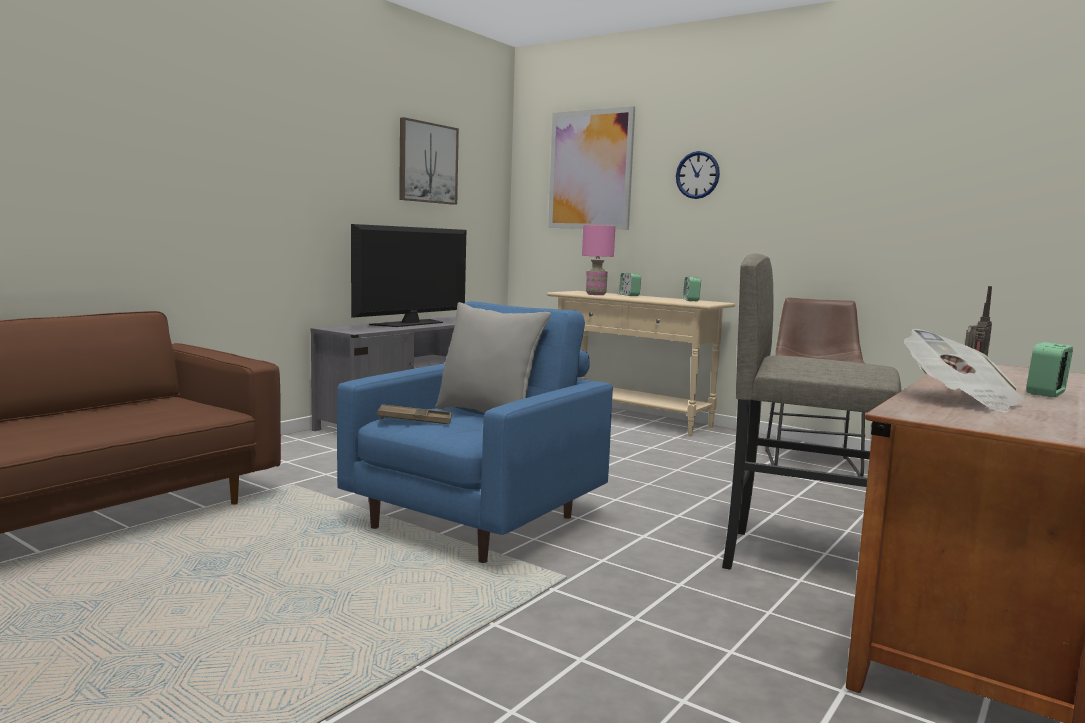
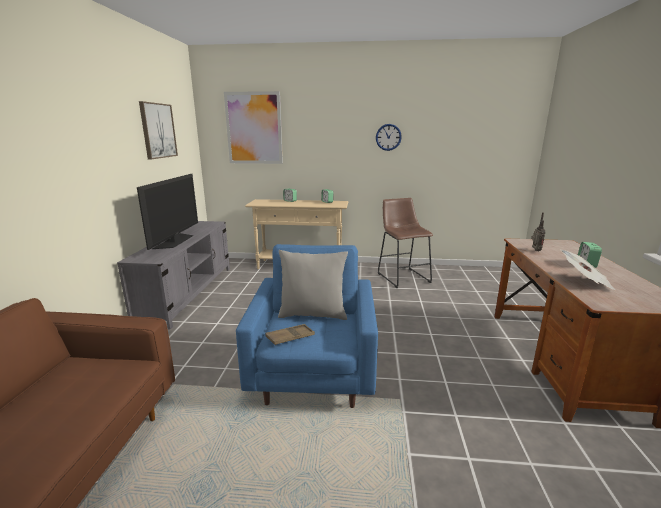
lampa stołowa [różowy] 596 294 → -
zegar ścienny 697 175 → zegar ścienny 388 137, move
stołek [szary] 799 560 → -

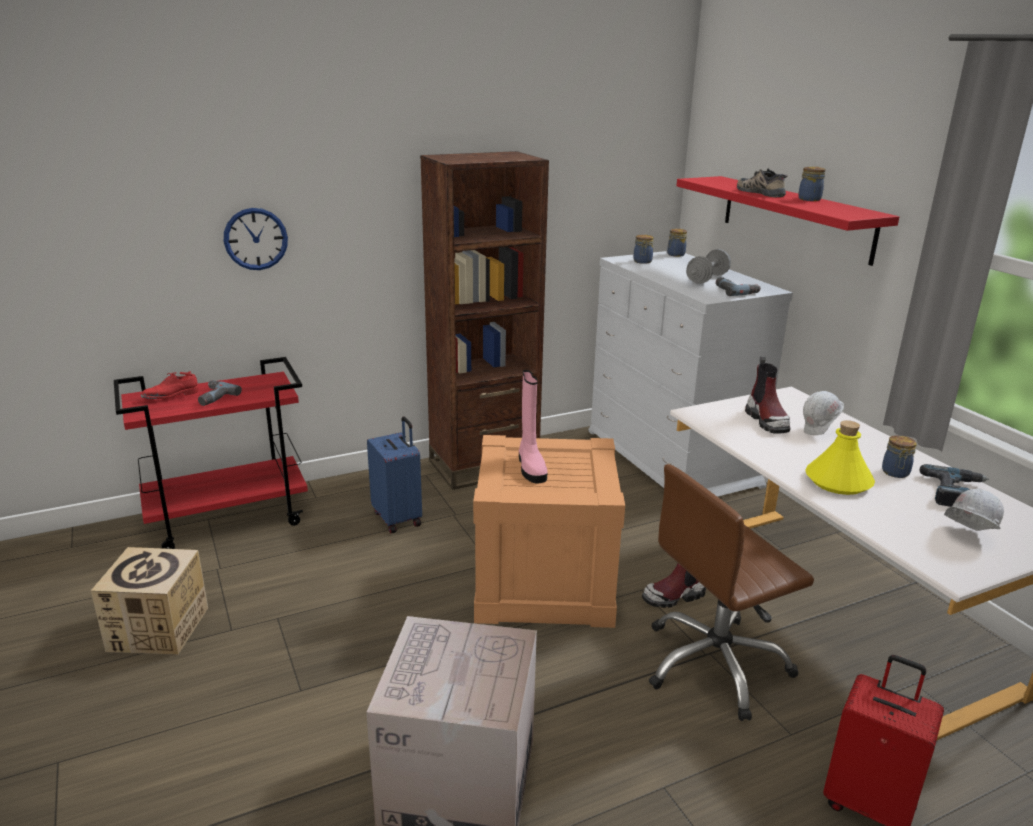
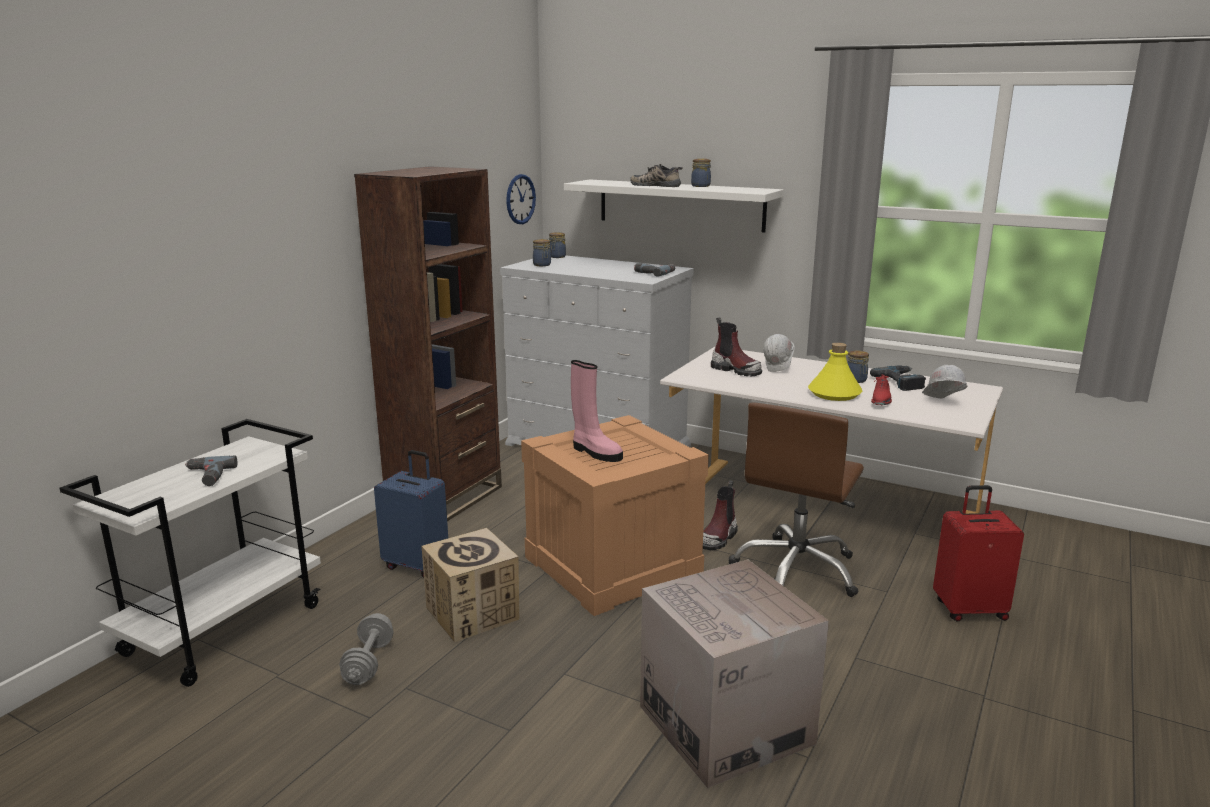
karton 158 629 → karton 473 613, move
wózek [czerwony] 229 518 → wózek [biały] 224 628
but [czerwony] 171 396 → but [czerwony] 881 401, move
zegar ścienny 255 239 → zegar ścienny 520 199, move
półka [czerwony] 795 218 → półka [biały] 680 205
hantel [szary] 707 279 → hantel [szary] 368 663, move

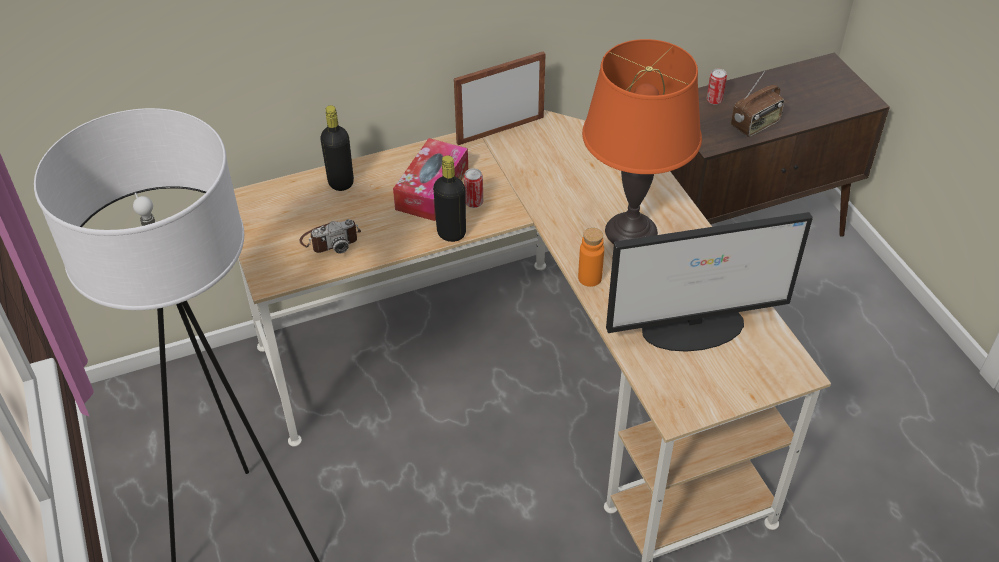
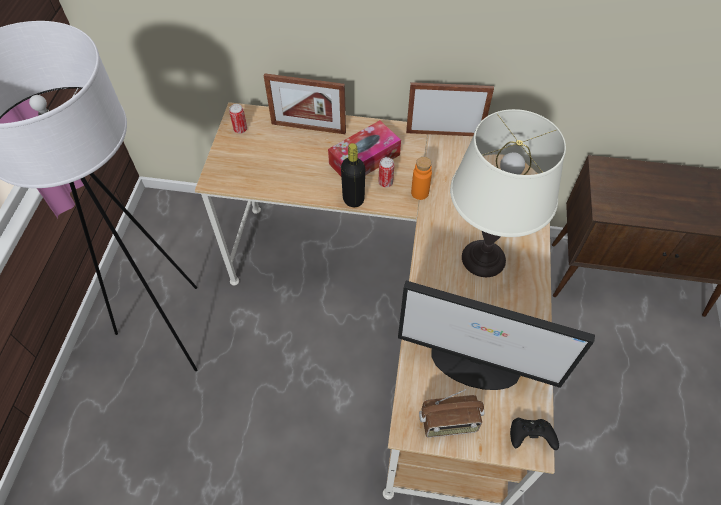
aparat fotograficzny 331 240 → -
butelka [czarny] 341 182 → ramka na zdjęcie 308 128
butelka [pomarańczowy] 589 278 → butelka [pomarańczowy] 420 193, move
lampa stołowa [pomarańczowy] 630 231 → lampa stołowa [biały] 483 258
puszka 714 100 → puszka 240 129, move
radio 755 125 → radio 449 423, move
- → pad do gier [czarny] 529 437

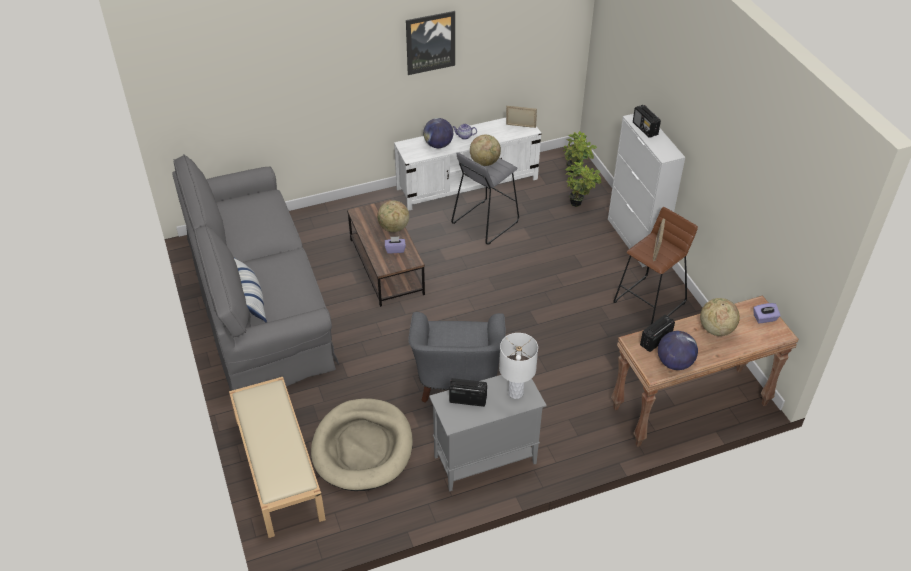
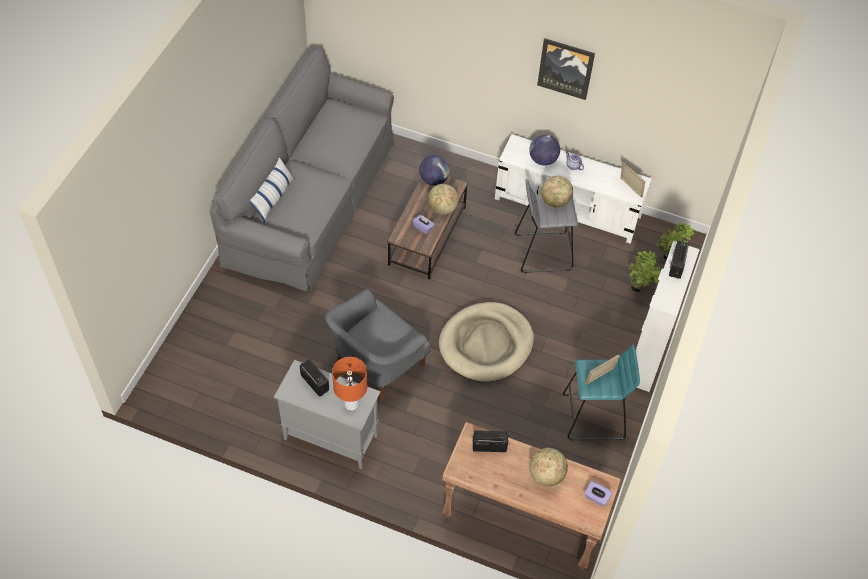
ławka [beżowy] 278 467 → -
legowisko [beżowy] 362 447 → legowisko [beżowy] 486 344, move
lampa stołowa [biały] 515 393 → lampa stołowa [pomarańczowy] 351 404
stołek [brązowy] 650 302 → stołek [turkusowy] 594 417
globus 674 363 → globus 434 180, move

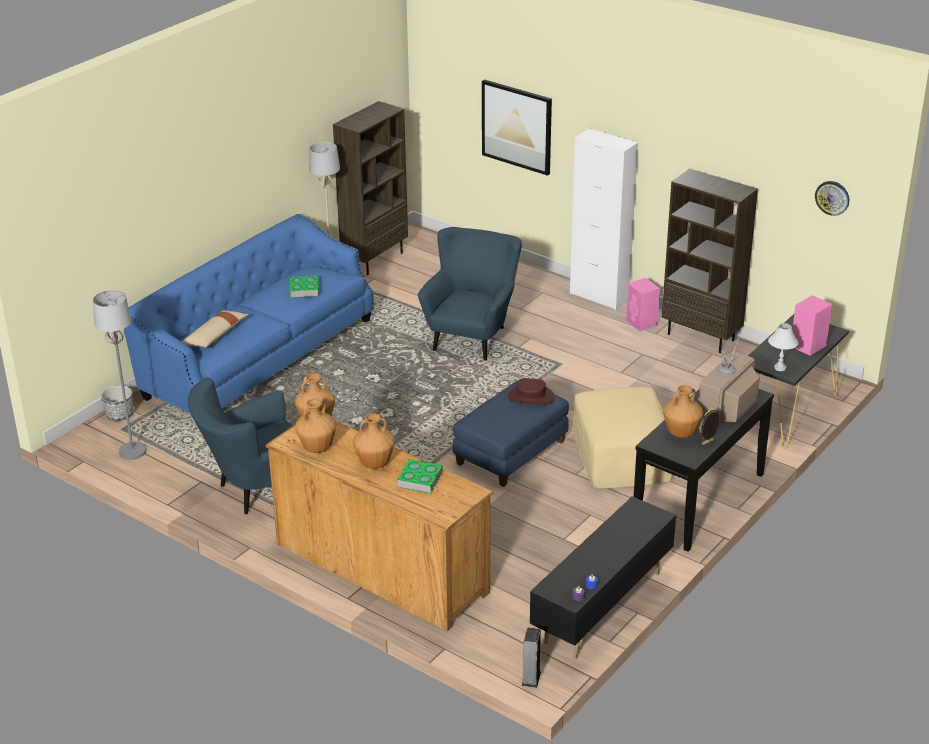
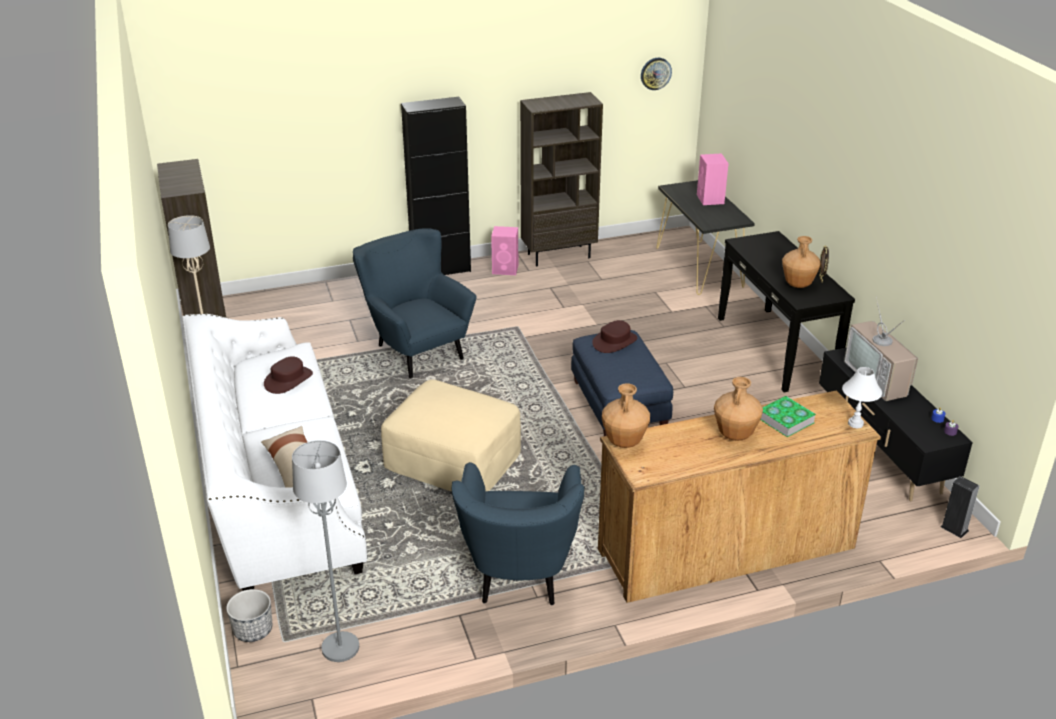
kanapa [niebieski] 258 357 → kanapa [biały] 277 483
książka 304 289 → kapelusz [brązowy] 288 380
wazon [brązowy] 317 448 → -
obraz 517 126 → -
szafka [biały] 599 296 → szafka [czarny] 441 270
pufa [beżowy] 622 455 → pufa [beżowy] 453 458, move
telewizor 727 407 → telewizor 880 378, move
lampa stołowa [biały] 779 368 → lampa stołowa [biały] 855 424, move

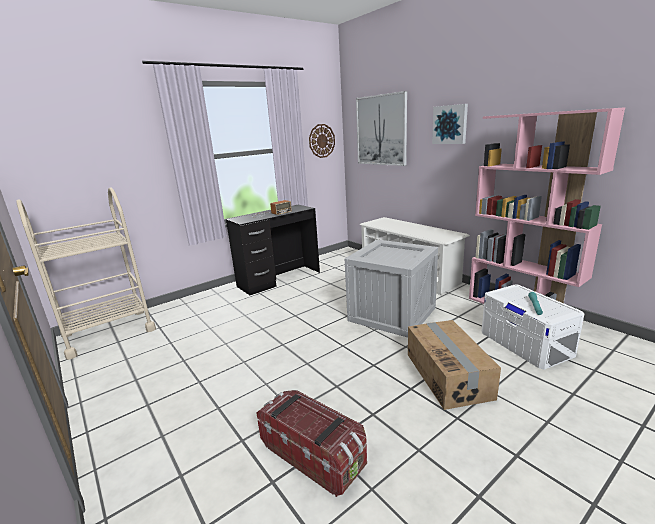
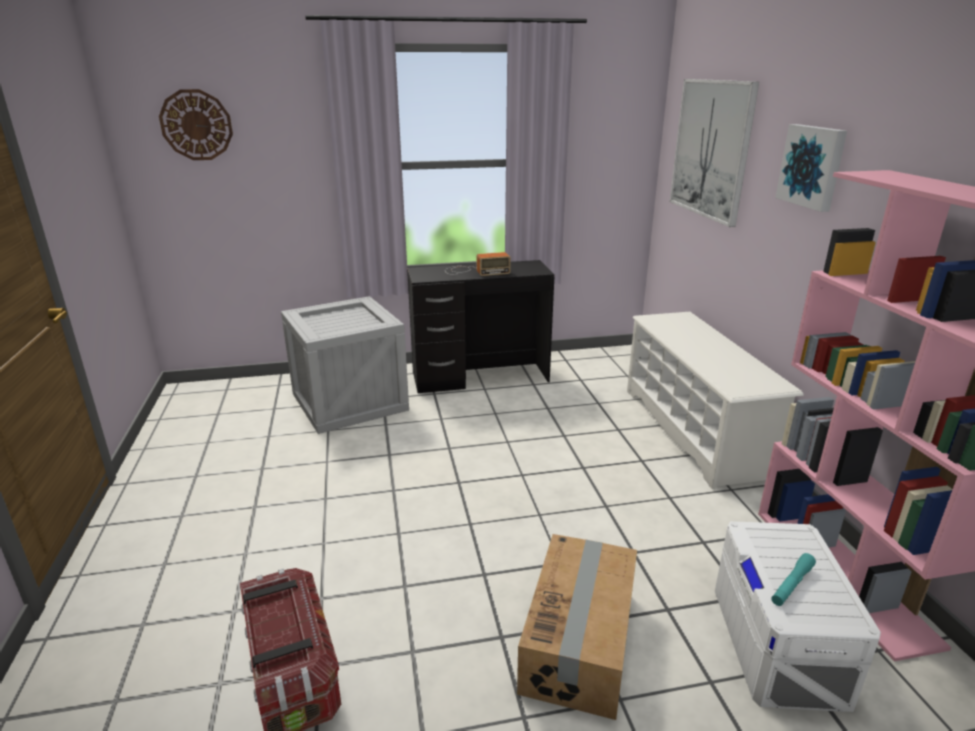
wózek [beżowy] 109 332 → -
zegar ścienny 321 141 → zegar ścienny 196 125, move
skrzynka 391 313 → skrzynka 350 401, move

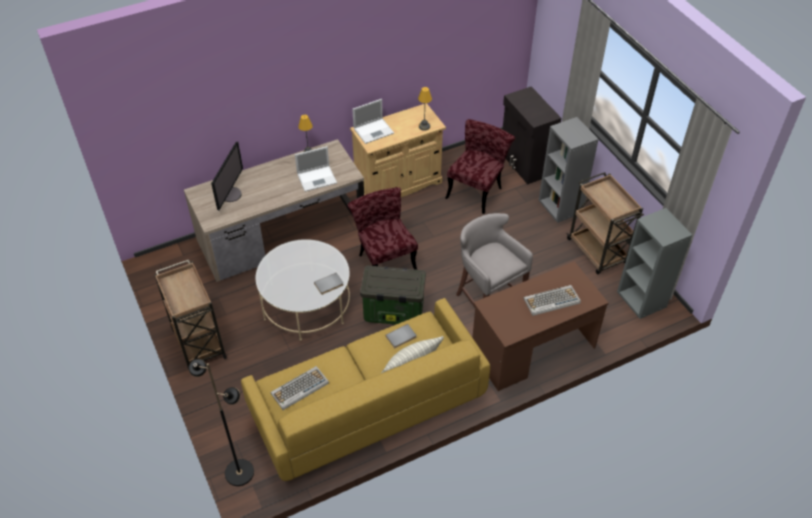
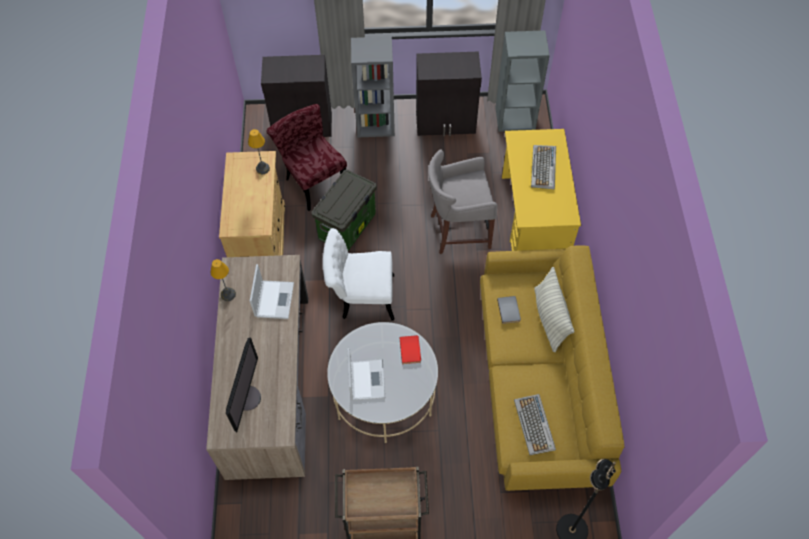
monitor 230 194 → monitor 247 397, 60 degrees clockwise
książka [szary] 329 285 → książka [czerwony] 411 350
krzesło [czerwony] 384 259 → krzesło [biały] 361 297
laptop 374 130 → laptop 366 379, move
pojemnik do przechowywania 392 312 → pojemnik do przechowywania 347 228, move
biurko [brązowy] 532 349 → biurko [żółty] 532 221
wózek [brązowy] 597 252 → szafka [czarny] 446 123

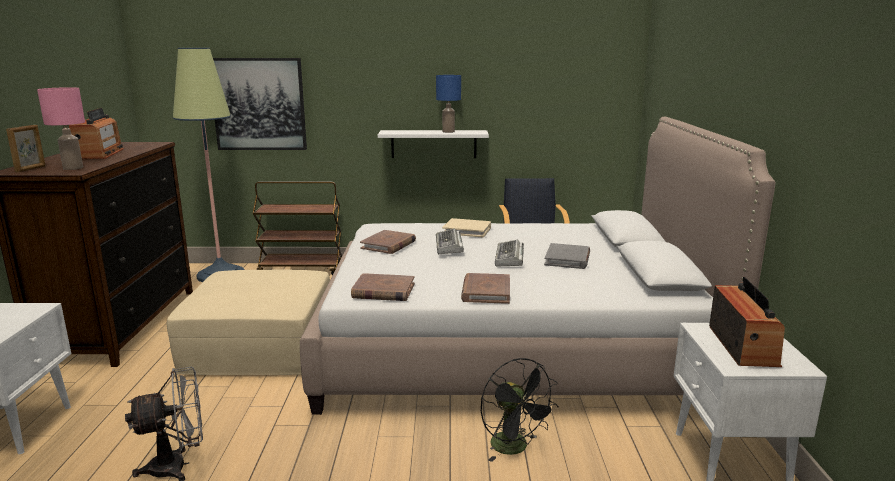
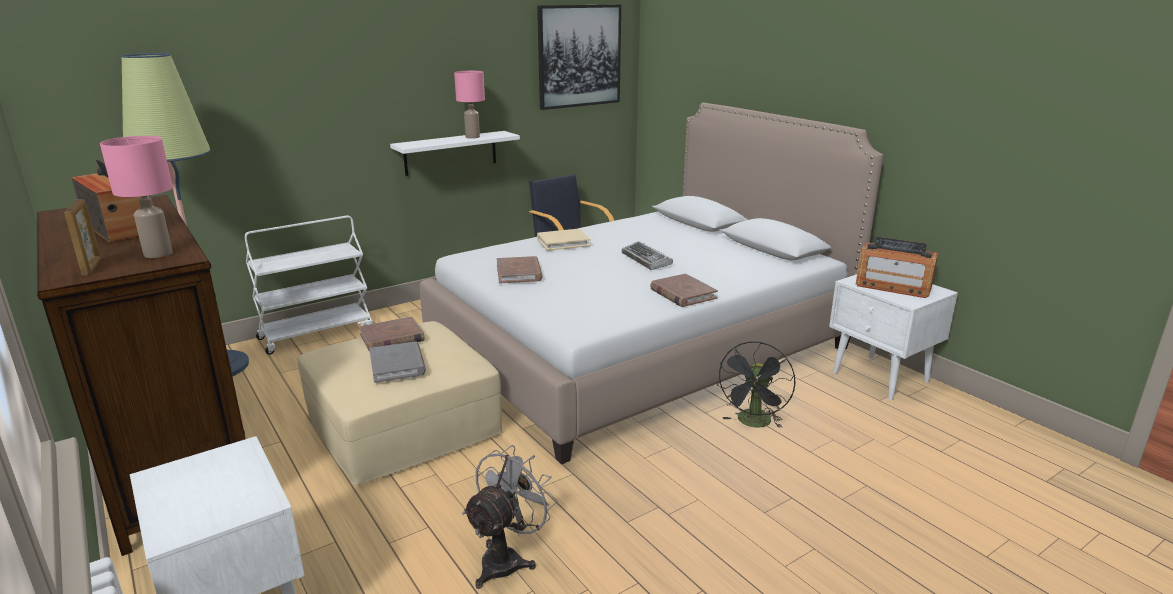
obraz 259 104 → obraz 579 56, move
wózek [brązowy] 302 269 → wózek [biały] 317 333
książka [brązowy] 383 291 → książka [brązowy] 392 337, move
lampa stołowa [niebieski] 448 132 → lampa stołowa [różowy] 472 137
klawiatura 449 246 → -
wentylator [czarny] 515 448 → wentylator [czarny] 753 423, 90 degrees clockwise
książka [szary] 567 259 → książka [szary] 397 365, move
radio 742 346 → radio 893 286, 150 degrees clockwise

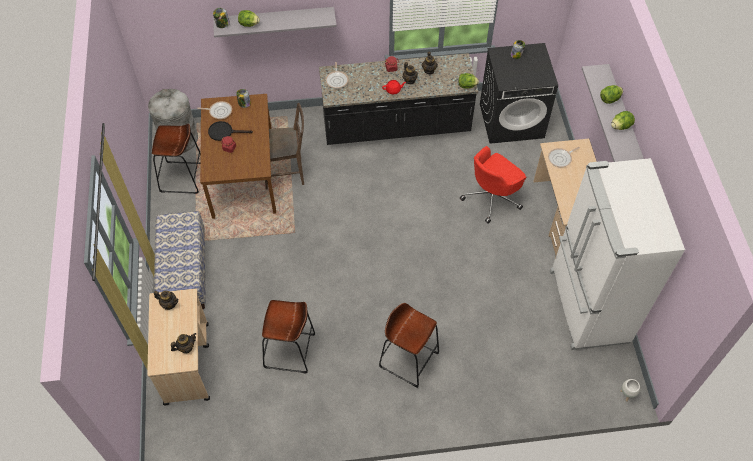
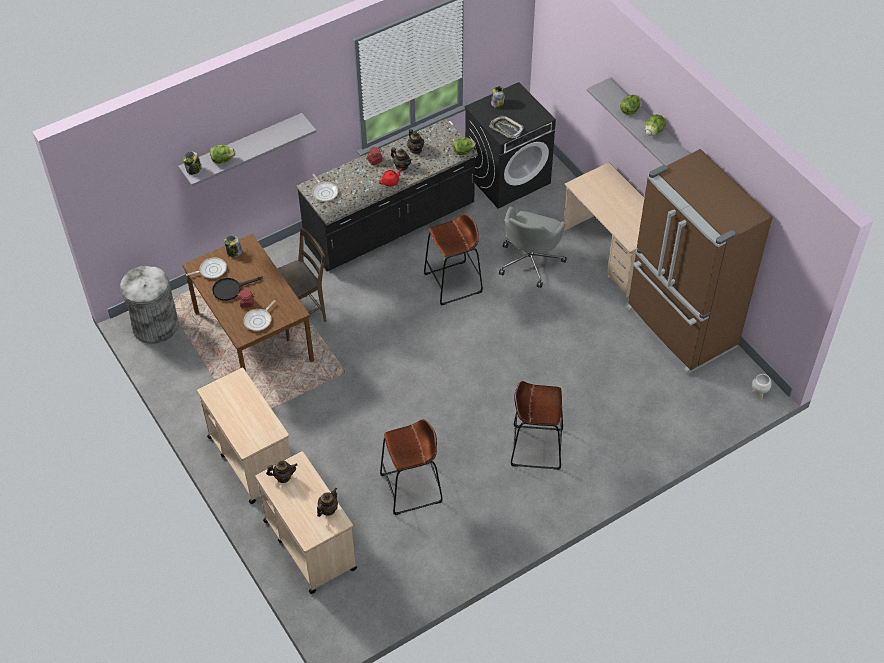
stołek [brązowy] 182 177 → stołek [brązowy] 453 283, move
ławka 185 273 → wózek [beżowy] 251 458
krzesło biurowe [czerwony] 492 197 → krzesło biurowe [szary] 530 261
patelnia 561 158 → patelnia 259 320, move
lodówka [biały] 587 307 → lodówka [brązowy] 679 329
- → taca 506 129

